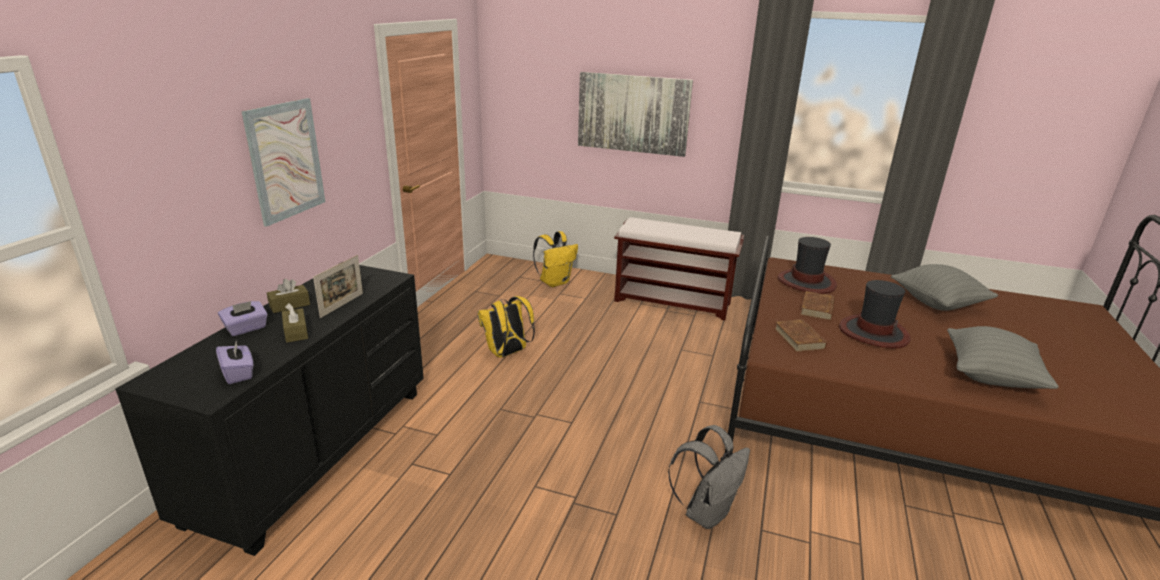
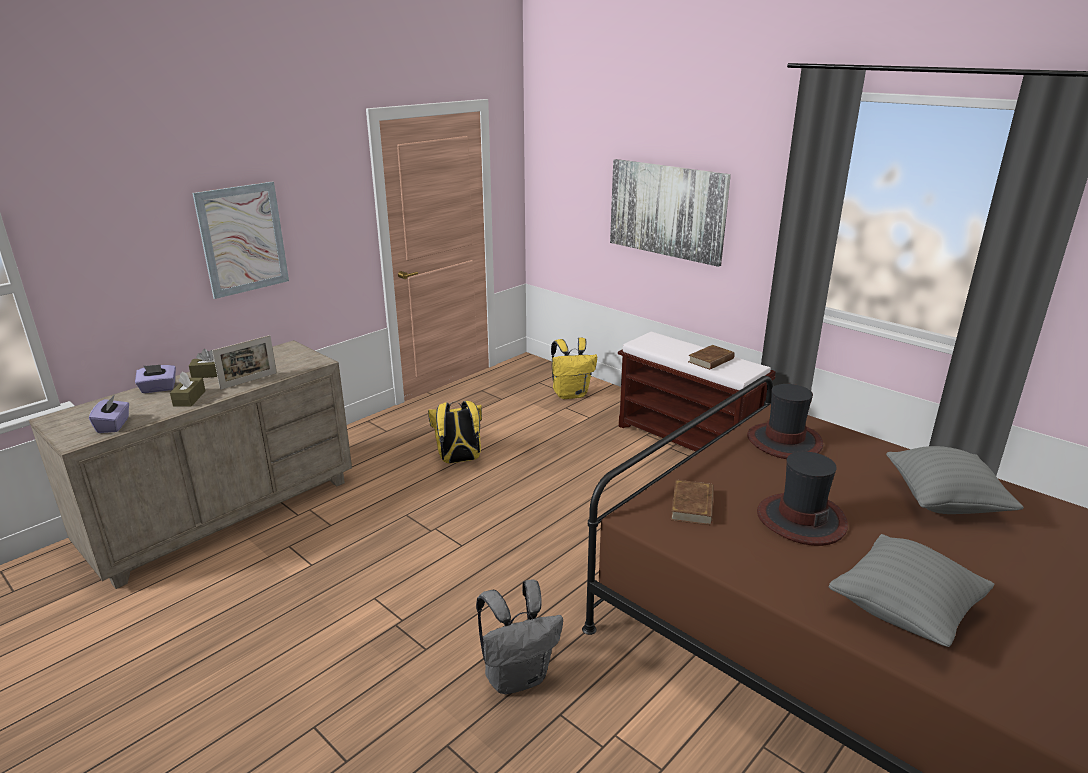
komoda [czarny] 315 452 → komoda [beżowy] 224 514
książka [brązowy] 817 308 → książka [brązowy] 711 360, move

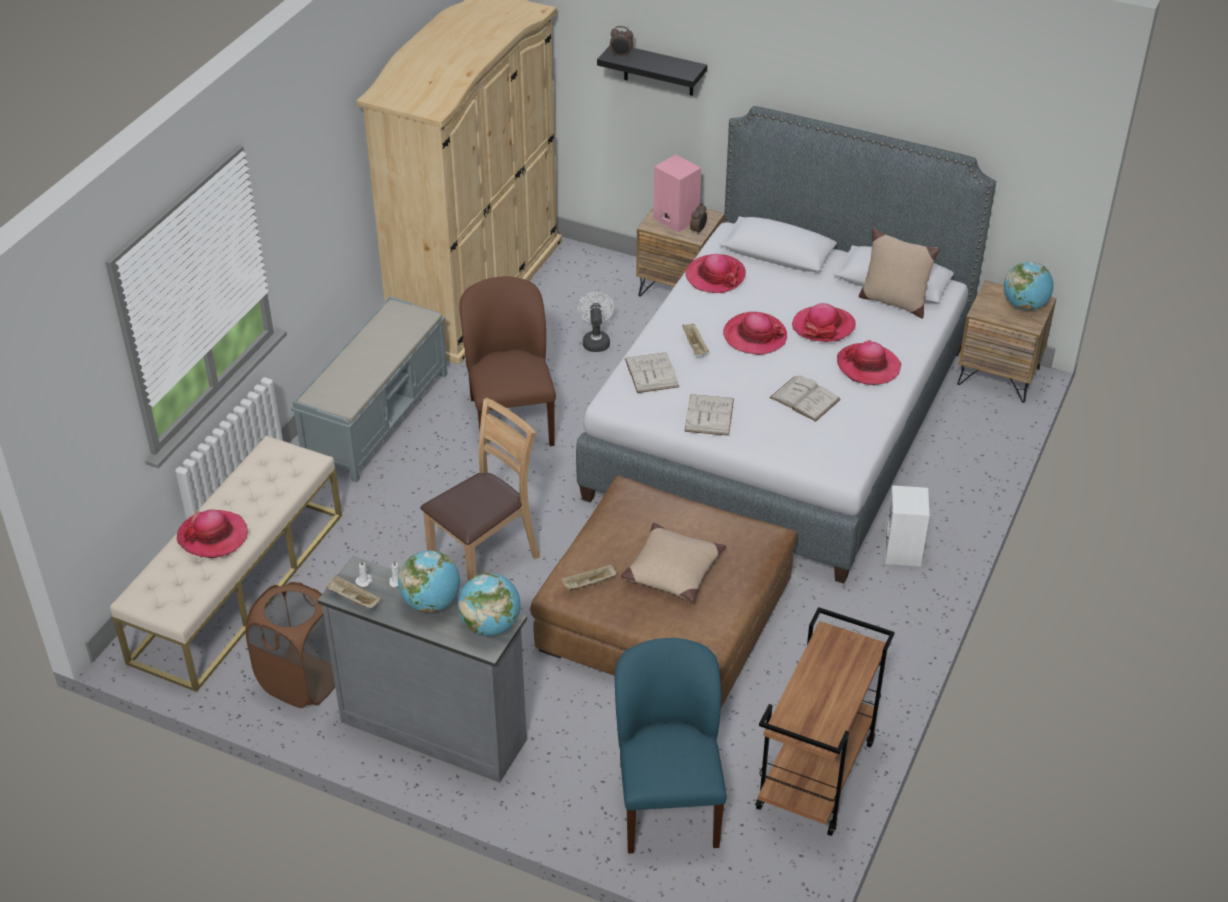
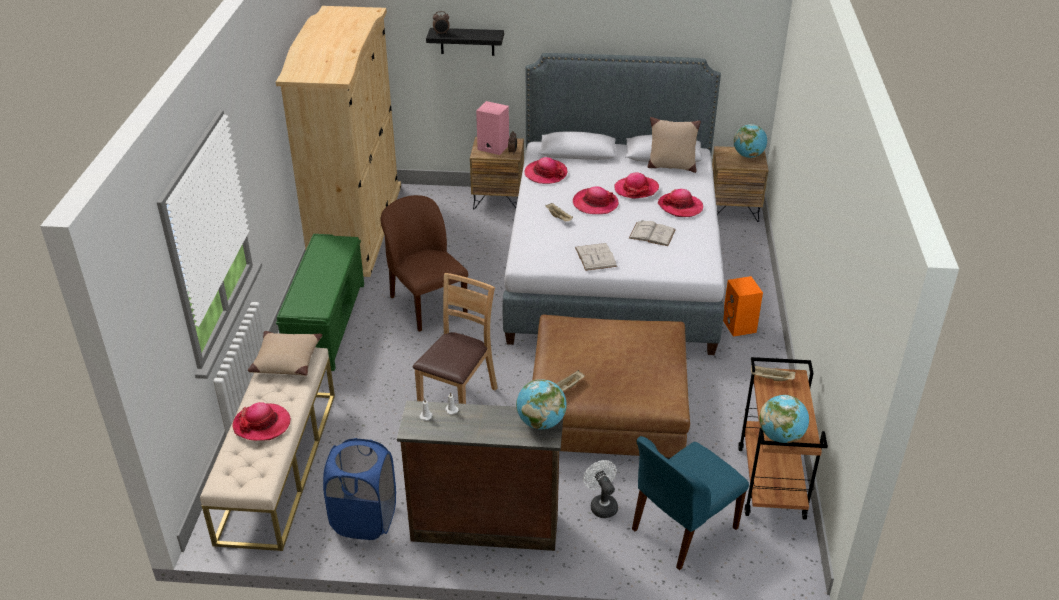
kosz na pranie [brązowy] 303 681 → kosz na pranie [niebieski] 365 519
ławka [szary] 377 417 → ławka [zielony] 327 323
komoda [szary] 433 728 → komoda [brązowy] 484 526
taca [beżowy] 353 599 → taca [beżowy] 771 379, move
globus 431 603 → globus 781 436, move
wentylator [biały] 595 341 → wentylator [biały] 601 504, move
krzesło [niebieski] 667 803 → krzesło [niebieski] 682 530, 105 degrees counterclockwise
poduszka [beżowy] 672 570 → poduszka [beżowy] 286 360, move
książka [biały] 651 373 → -
głośnik [biały] 903 552 → głośnik [pomarańczowy] 740 326

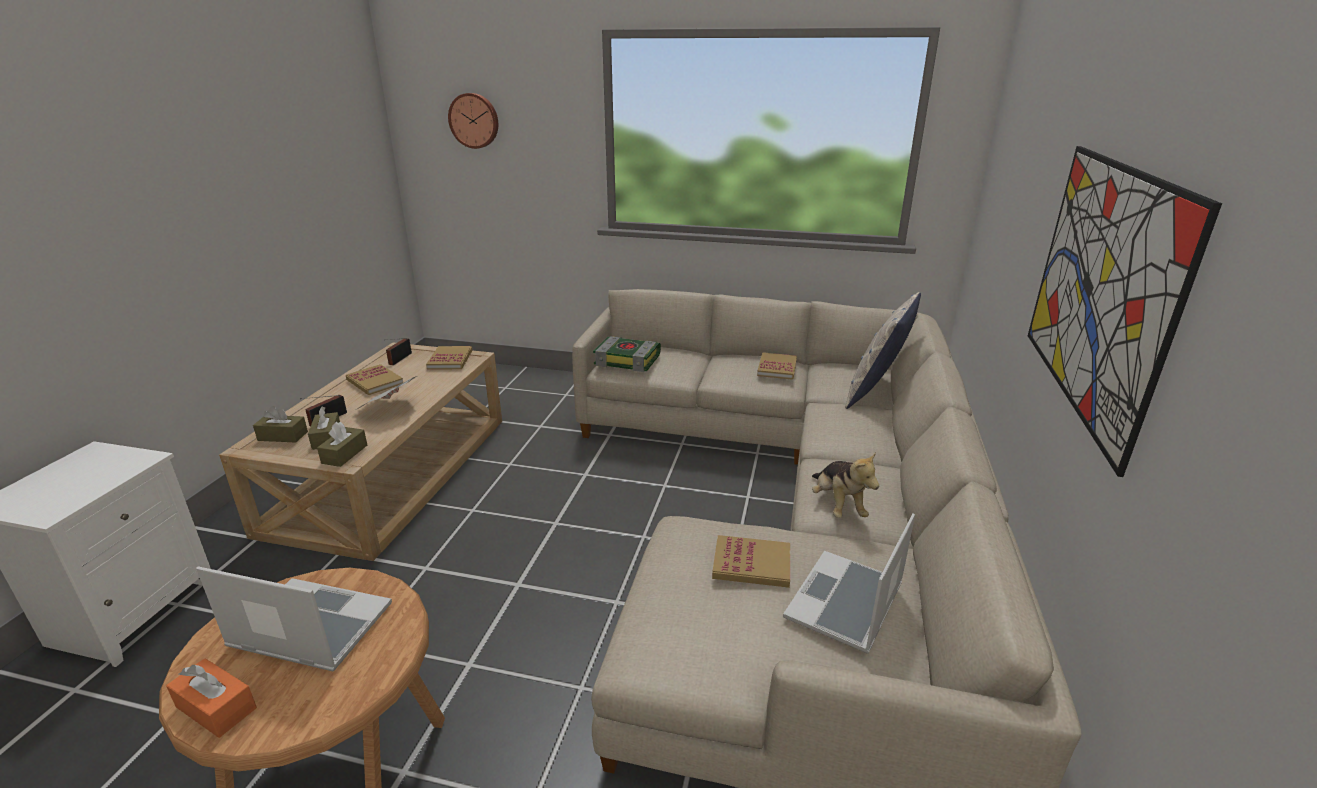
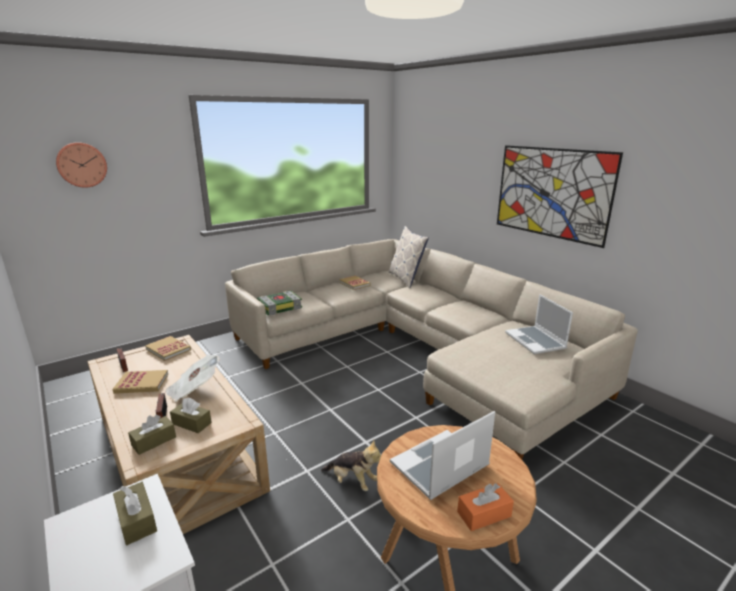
pudełko chusteczek [brązowy] 344 454 → pudełko chusteczek [brązowy] 136 520, move
książka 751 564 → -
pluszak 837 505 → pluszak 352 481, move

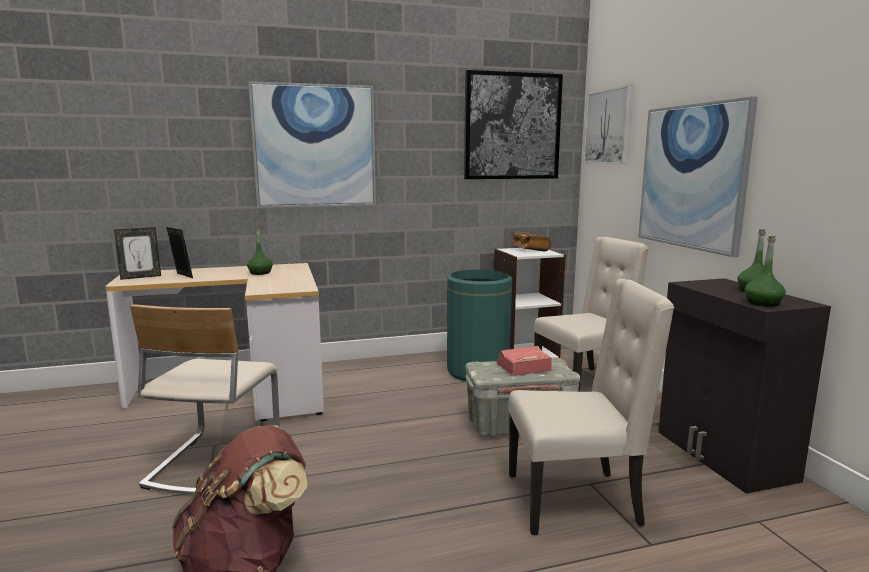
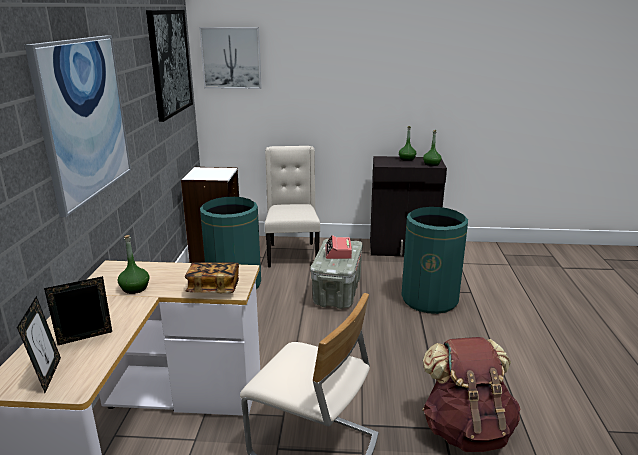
krzesło [beżowy] 575 500 → kosz na śmieci [zielony] 429 299
książka 529 250 → książka 214 288, move
obraz 692 176 → -

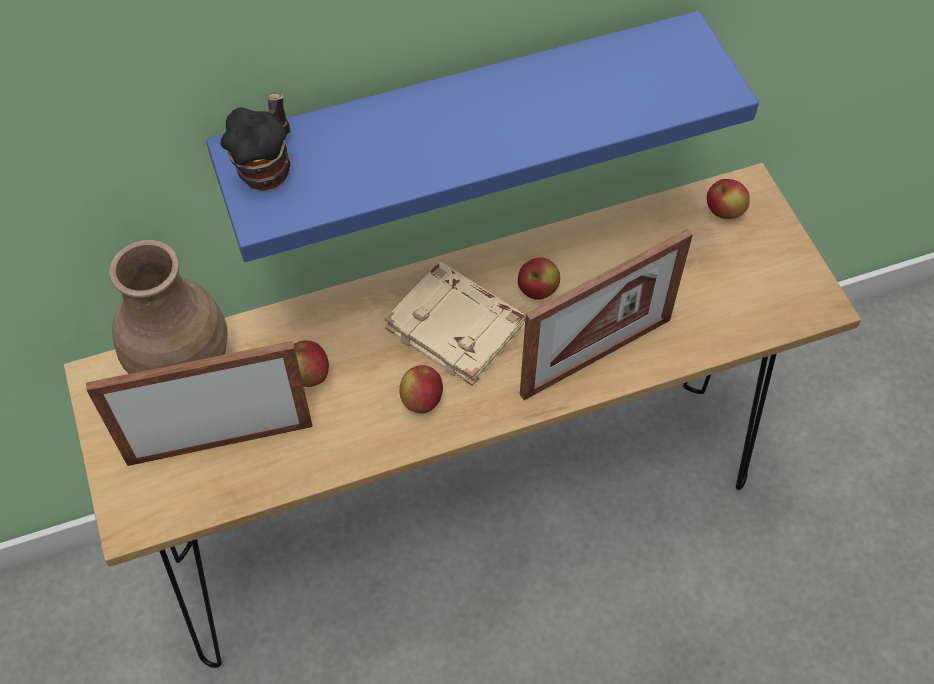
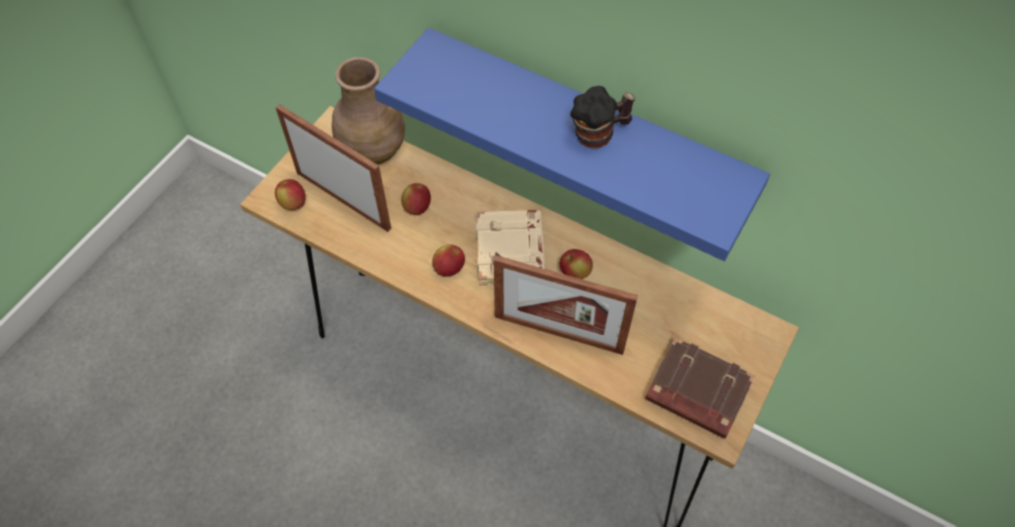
kubek 268 166 → kubek 599 134, move
jabłko 724 212 → jabłko 293 203, move
- → książka [brązowy] 696 392

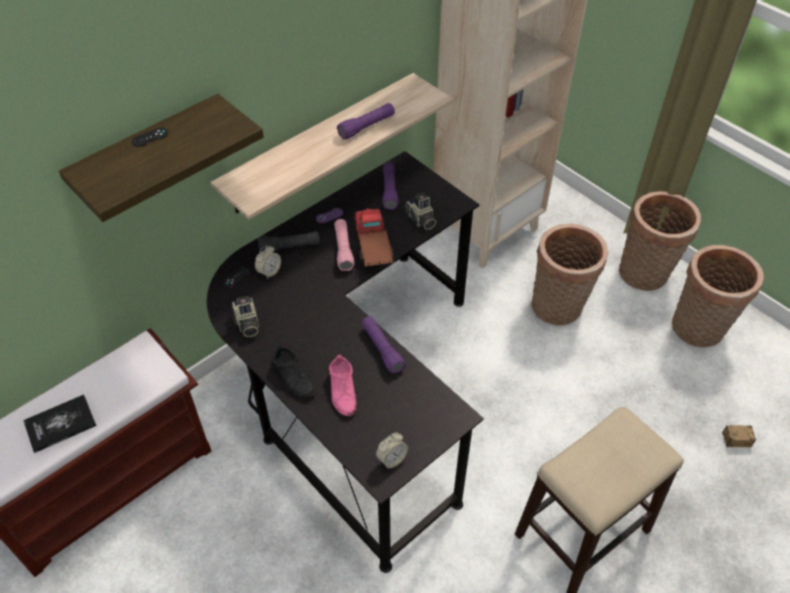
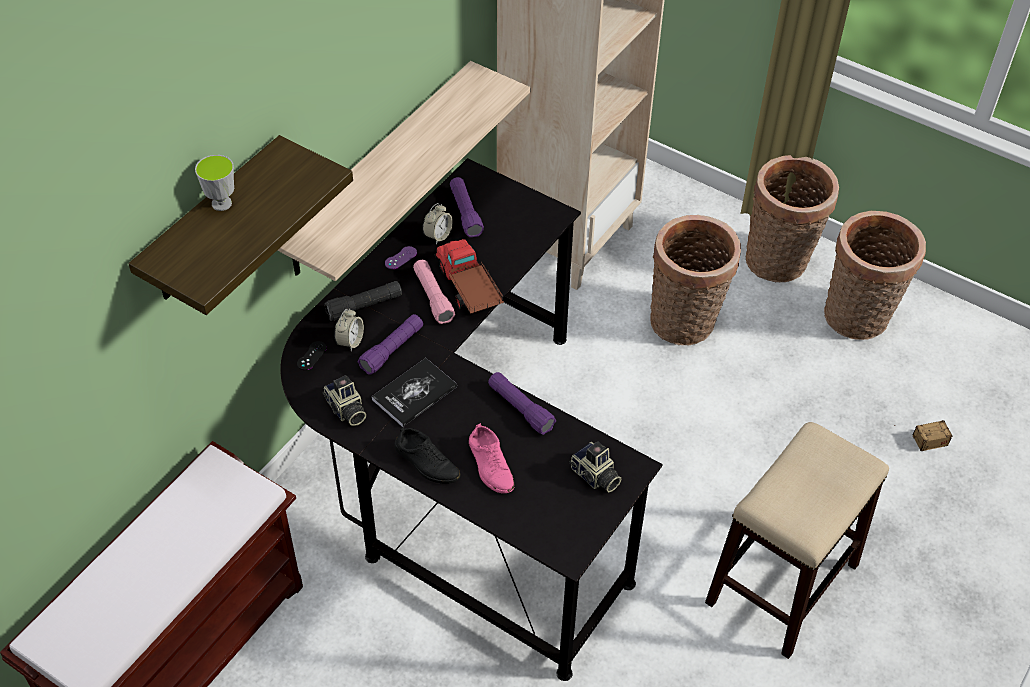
książka 60 424 → książka 414 393, move
pad do gier [czarny] 150 137 → filiżanka 221 203
latarka [fioletowy] 366 127 → latarka [fioletowy] 392 350, move
budzik 391 459 → budzik 438 235, move
aparat fotograficzny 420 220 → aparat fotograficzny 595 477, move

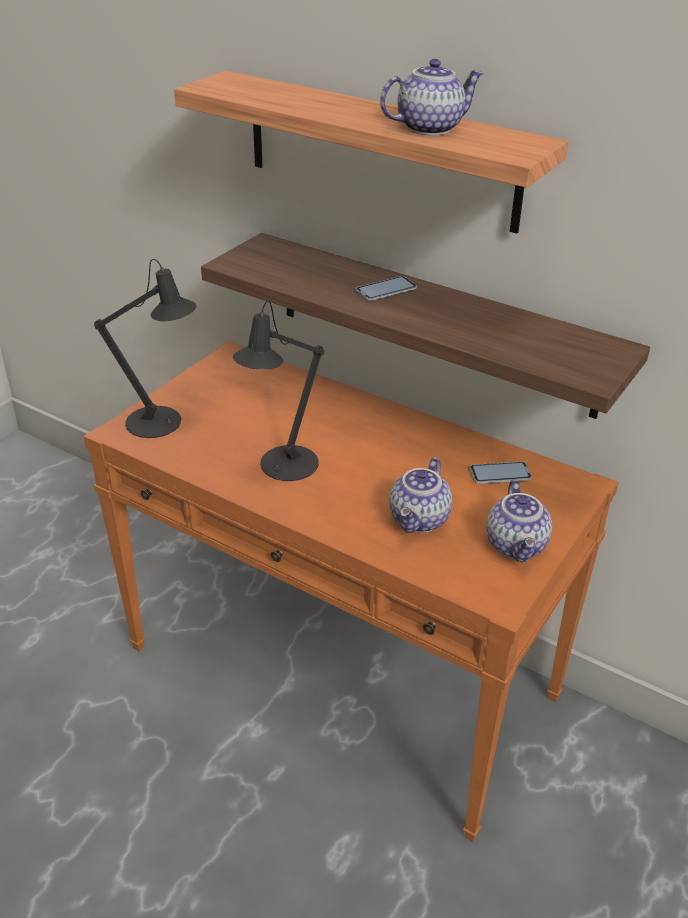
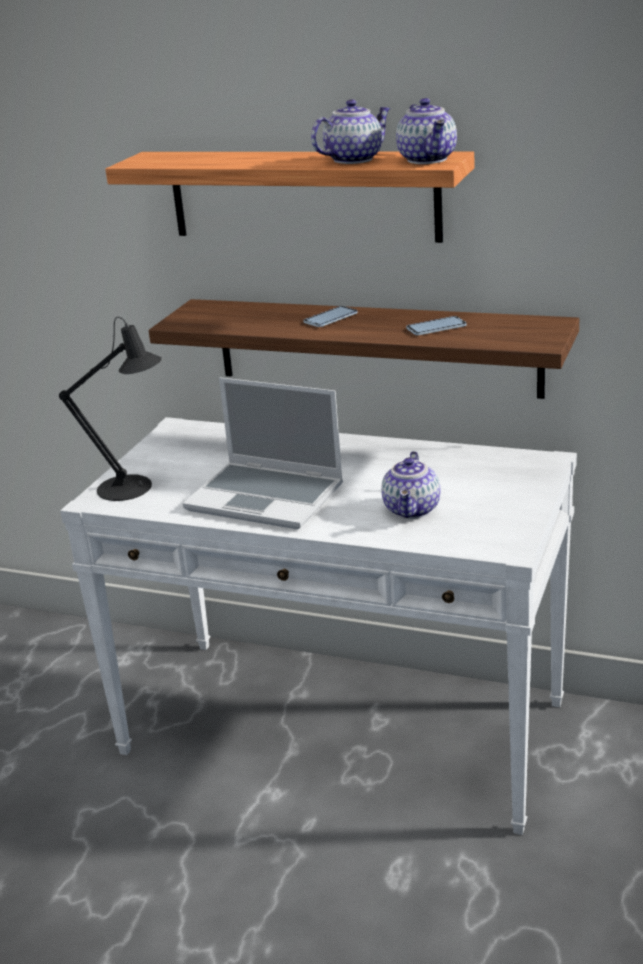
stolik konsolowy [pomarańczowy] 343 672 → stolik konsolowy [biały] 344 727
lampa stołowa [czarny] 283 467 → laptop 267 497
telefon 500 474 → telefon 436 327, move
imbryk 517 546 → imbryk 429 159, move

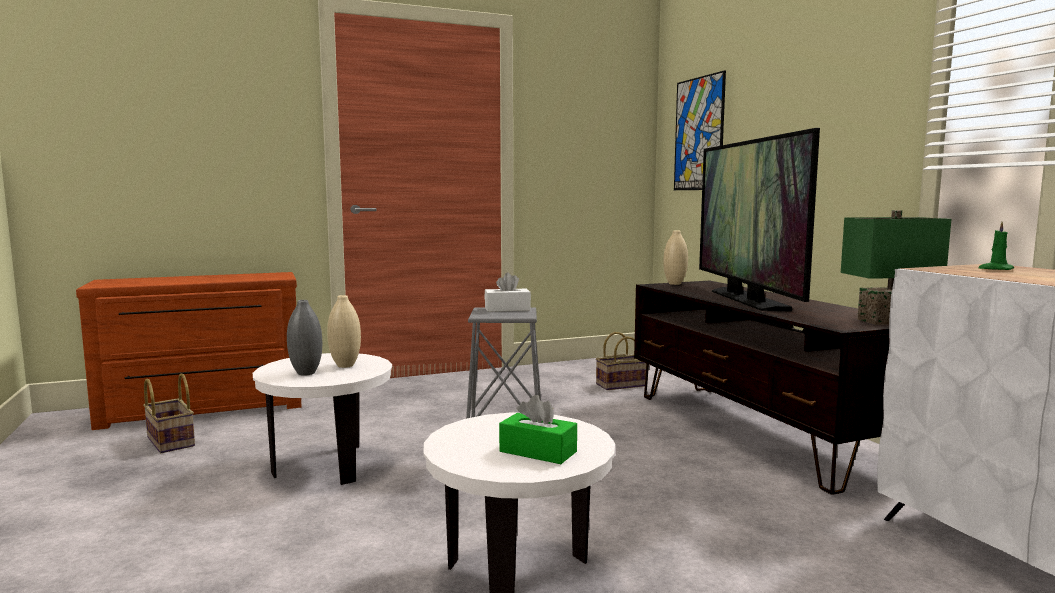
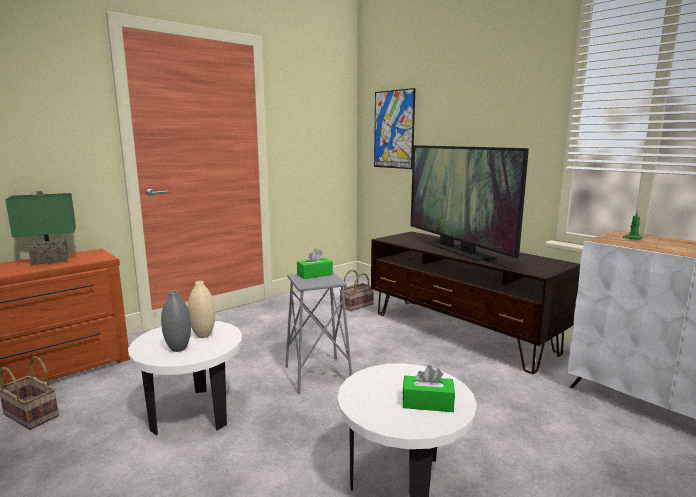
pudełko chusteczek [biały] 507 309 → pudełko chusteczek [zielony] 314 274
wazon [beżowy] 674 284 → -
lampa stołowa [zielony] 889 322 → lampa stołowa [zielony] 49 261, move

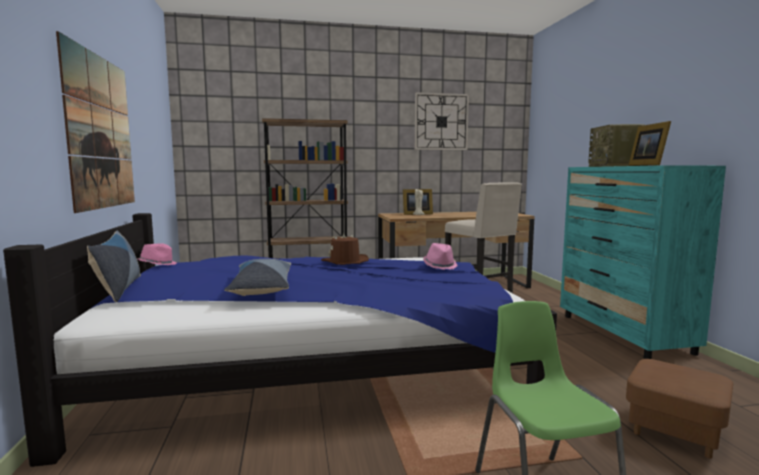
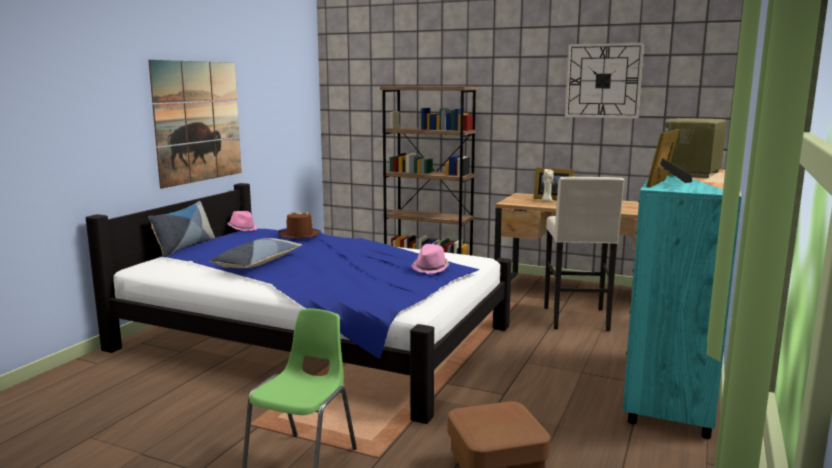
kapelusz [brązowy] 345 261 → kapelusz [brązowy] 299 235, move

